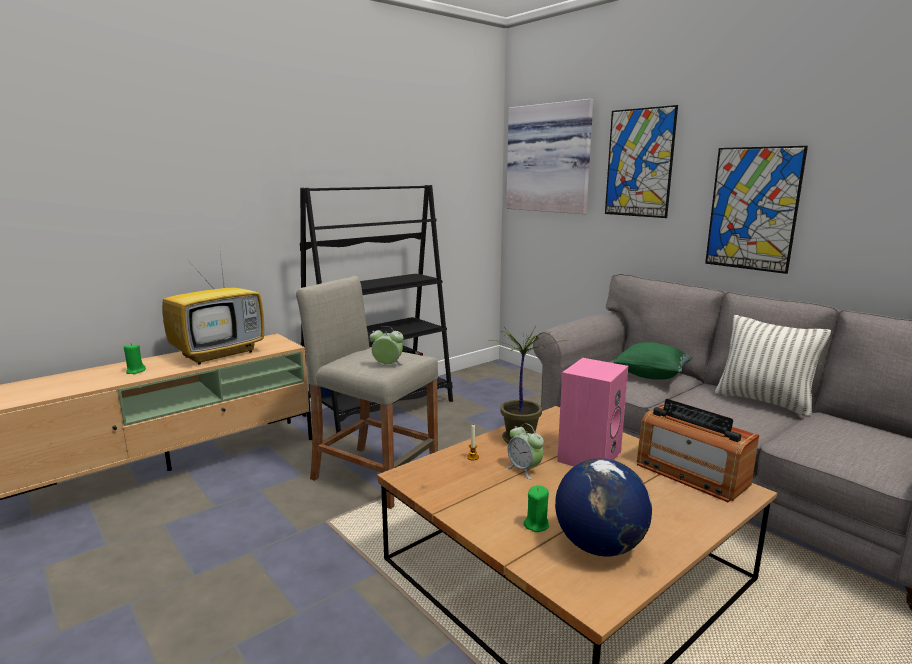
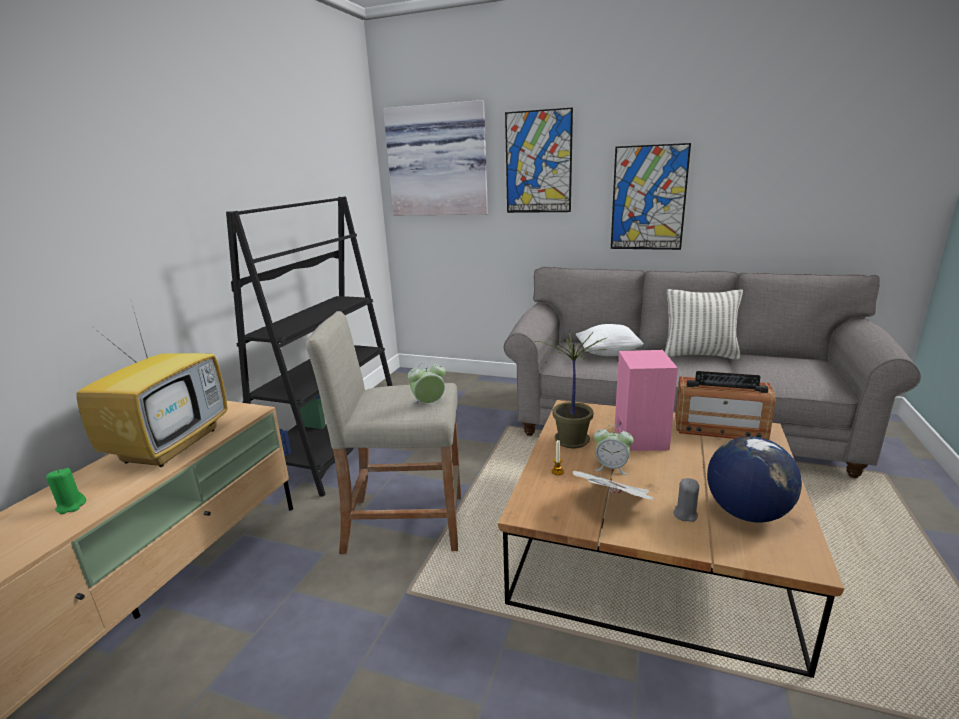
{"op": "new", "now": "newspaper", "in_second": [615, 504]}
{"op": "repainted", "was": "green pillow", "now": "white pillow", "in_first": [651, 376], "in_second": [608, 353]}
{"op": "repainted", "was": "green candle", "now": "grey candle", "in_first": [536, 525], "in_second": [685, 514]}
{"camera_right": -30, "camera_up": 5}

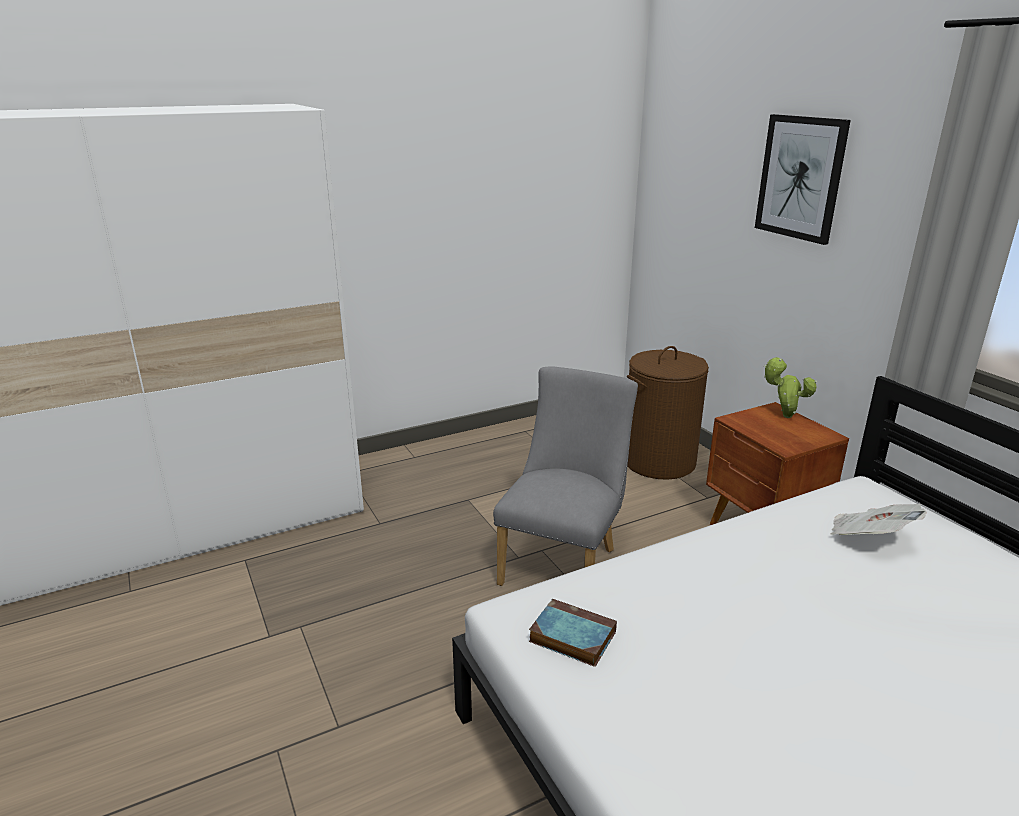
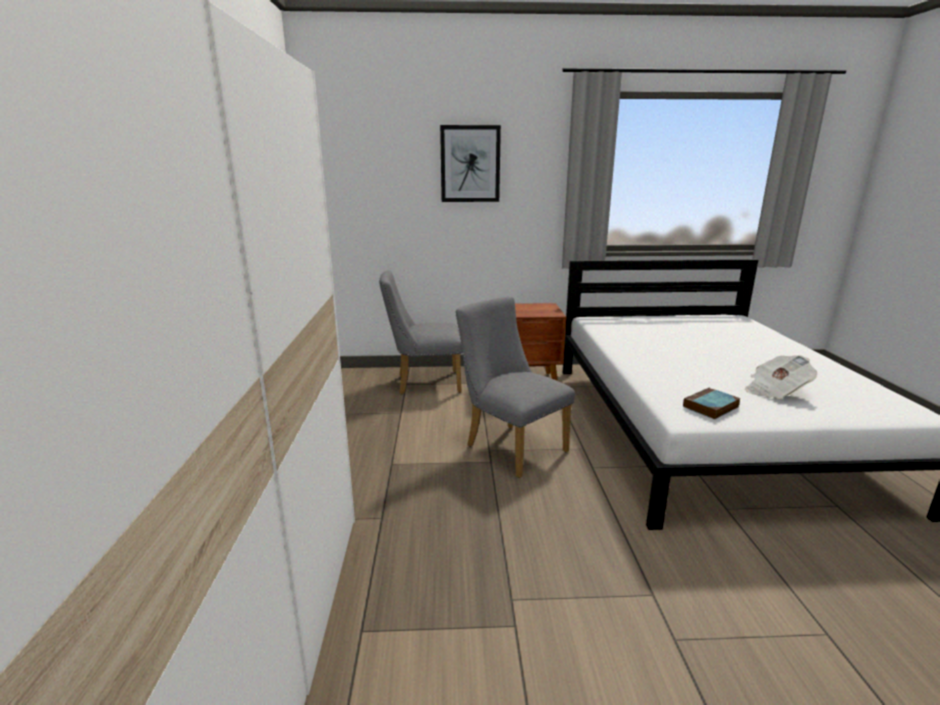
{"op": "swapped", "was": "brown laundry basket", "now": "grey chair", "in_first": [659, 461], "in_second": [423, 383]}
{"op": "shifted", "was": "newspaper", "in_first": [869, 537], "in_second": [775, 391]}
{"op": "gone", "was": "potted plant", "in_first": [784, 416]}
{"camera_right": -65, "camera_up": -5}

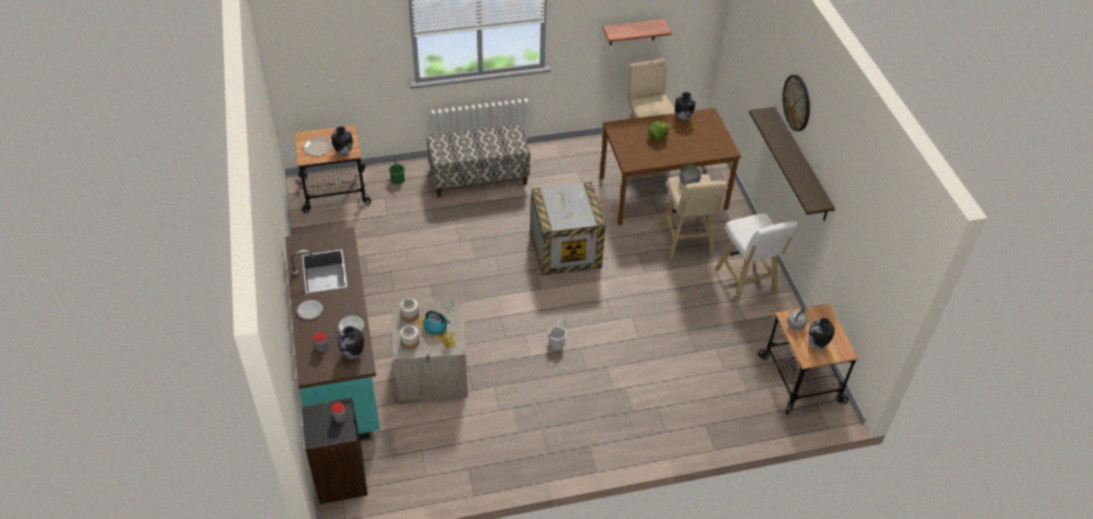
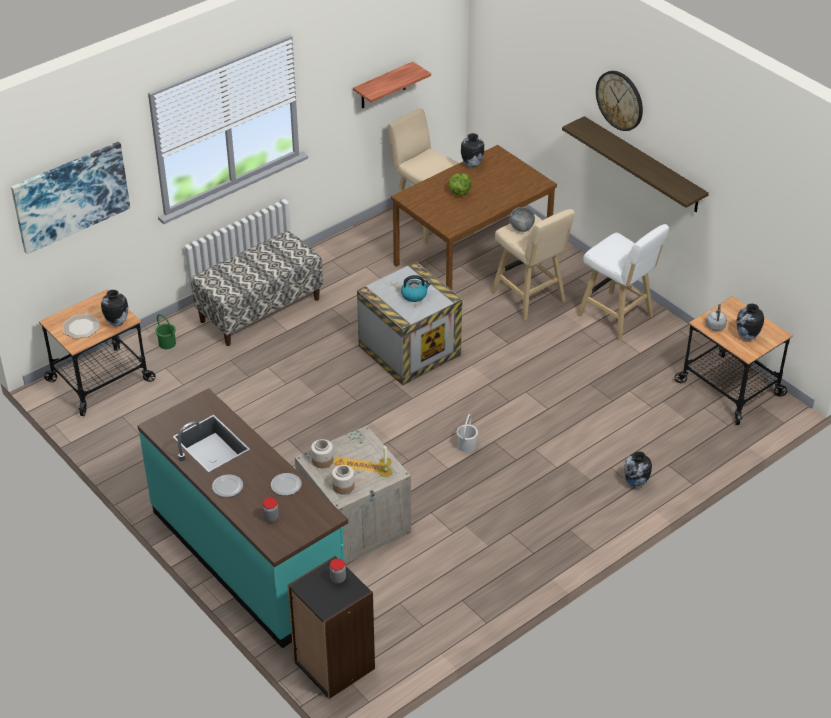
{"op": "new", "now": "picture", "in_second": [71, 196]}
{"op": "shifted", "was": "kettle", "in_first": [436, 327], "in_second": [414, 295]}
{"op": "shifted", "was": "vase", "in_first": [353, 354], "in_second": [635, 484]}
{"camera_right": -25, "camera_up": -5}

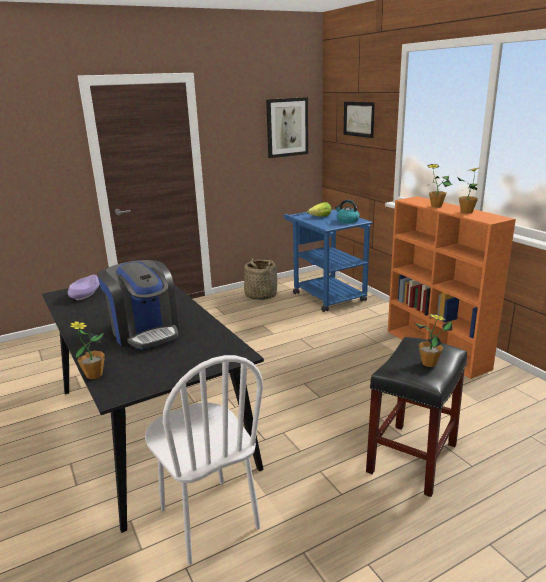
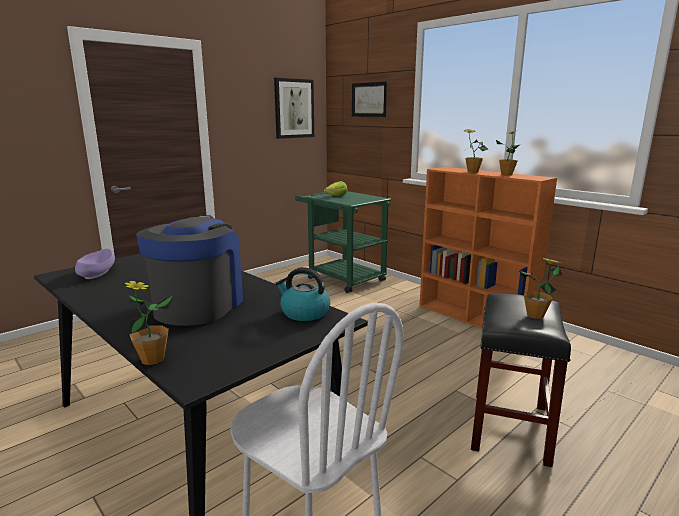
{"op": "rotated", "was": "coffee machine", "in_first": [145, 331], "in_second": [199, 305], "clockwise": -120}
{"op": "shifted", "was": "kettle", "in_first": [347, 221], "in_second": [304, 313]}
{"op": "repainted", "was": "blue cart", "now": "green cart", "in_first": [325, 295], "in_second": [341, 277]}
{"op": "gone", "was": "basket", "in_first": [260, 295]}
{"camera_right": -15, "camera_up": -5}

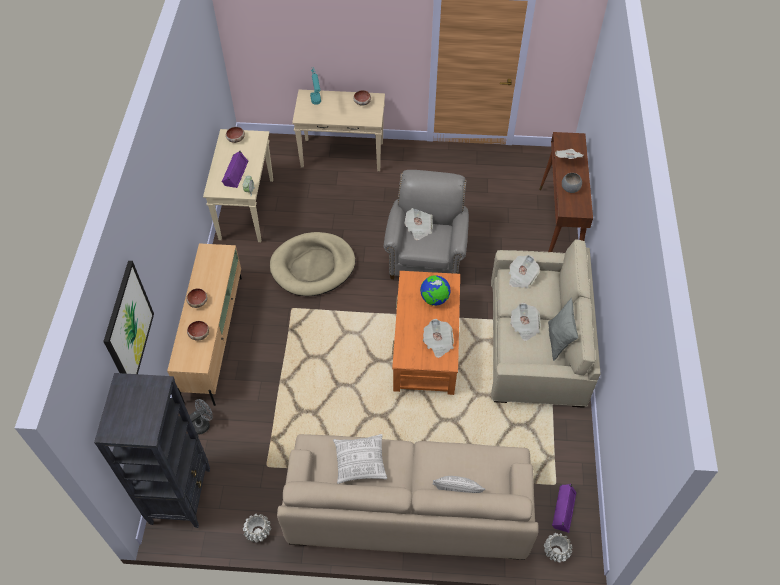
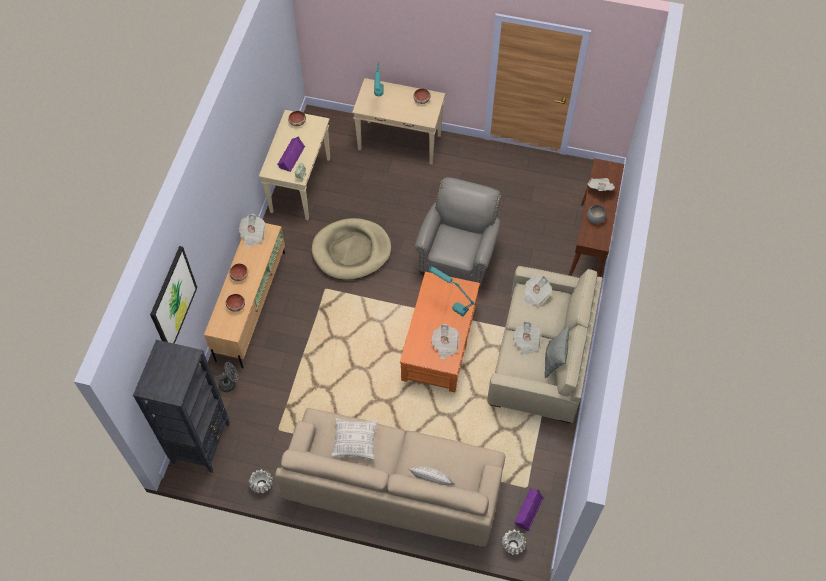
{"op": "shifted", "was": "newspaper", "in_first": [418, 228], "in_second": [252, 235]}
{"op": "swapped", "was": "globe", "now": "turquoise table lamp", "in_first": [434, 299], "in_second": [451, 303]}
{"camera_right": 10, "camera_up": 5}

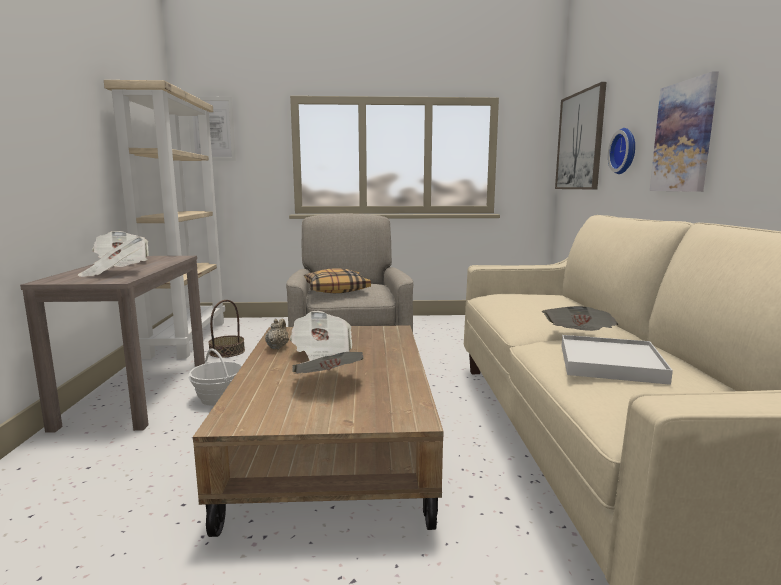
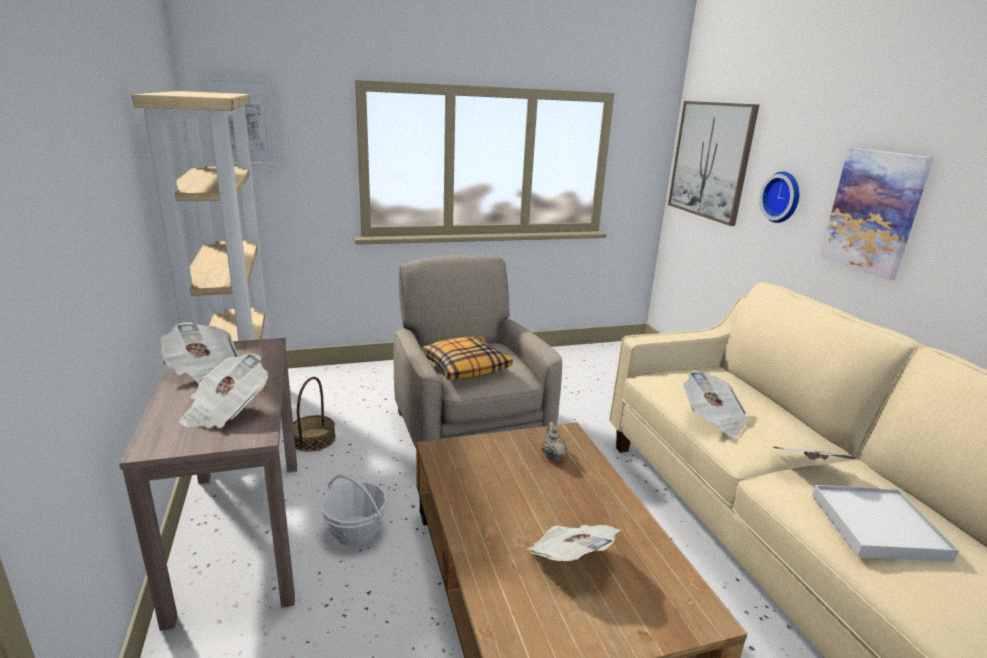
{"op": "shifted", "was": "beige teapot", "in_first": [277, 347], "in_second": [552, 455]}
{"op": "shifted", "was": "newspaper", "in_first": [322, 355], "in_second": [713, 419]}
{"camera_right": -15, "camera_up": 10}

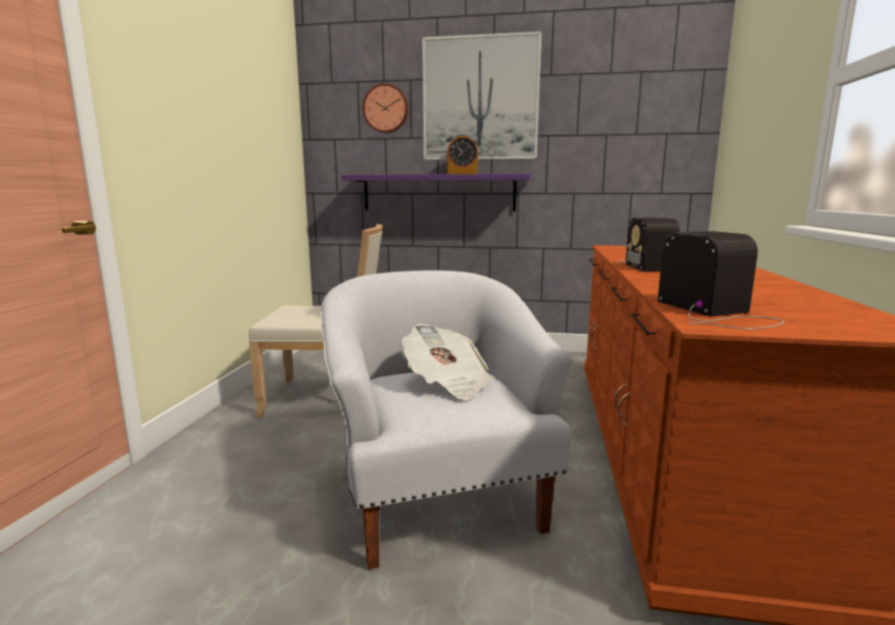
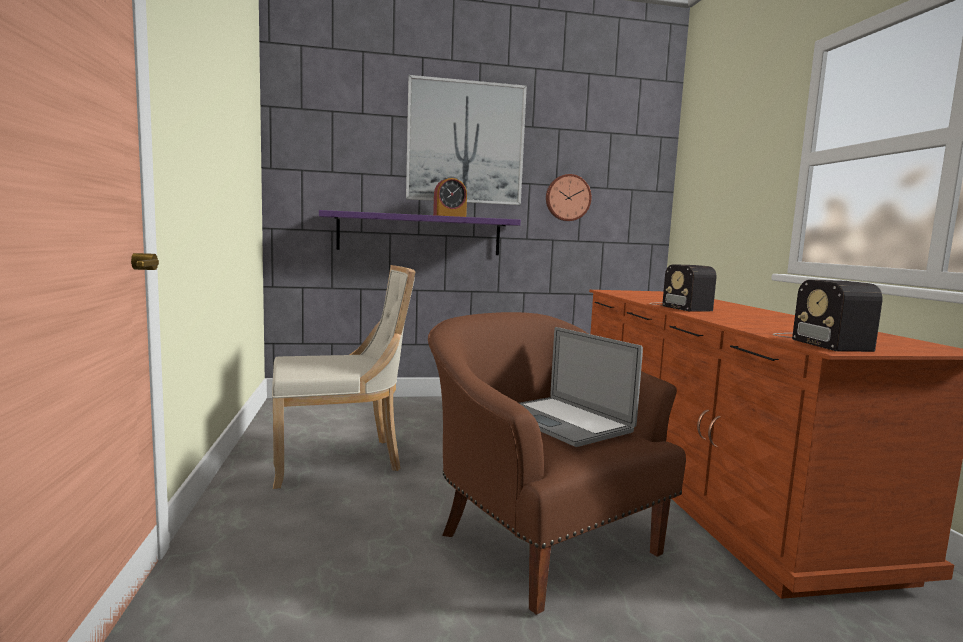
{"op": "repainted", "was": "white armchair", "now": "brown armchair", "in_first": [439, 496], "in_second": [542, 539]}
{"op": "swapped", "was": "newspaper", "now": "laptop", "in_first": [447, 383], "in_second": [562, 421]}
{"op": "shifted", "was": "wall clock", "in_first": [386, 109], "in_second": [567, 198]}
{"op": "rotated", "was": "radio", "in_first": [717, 313], "in_second": [819, 341], "clockwise": -150}
{"camera_right": -20, "camera_up": -5}

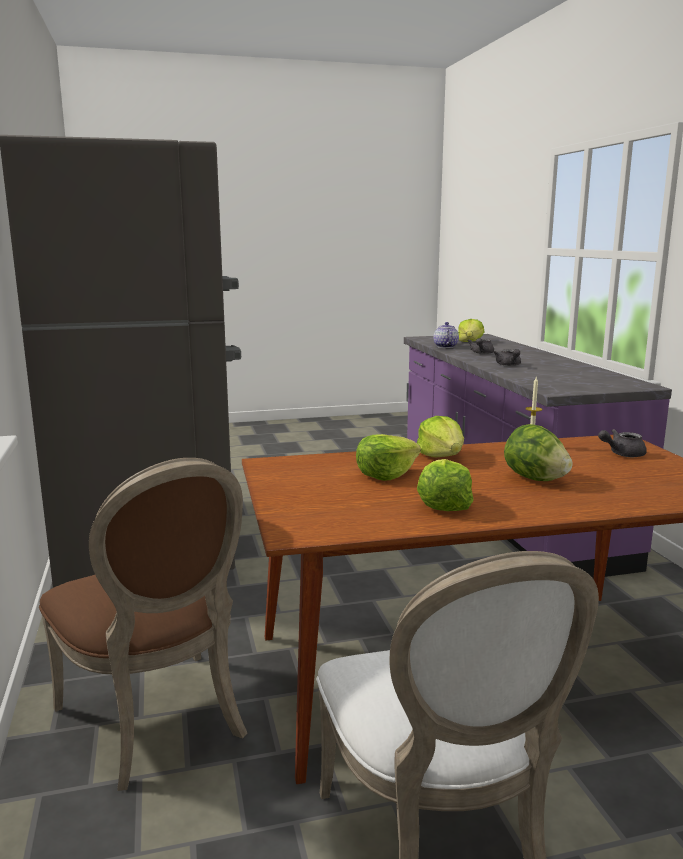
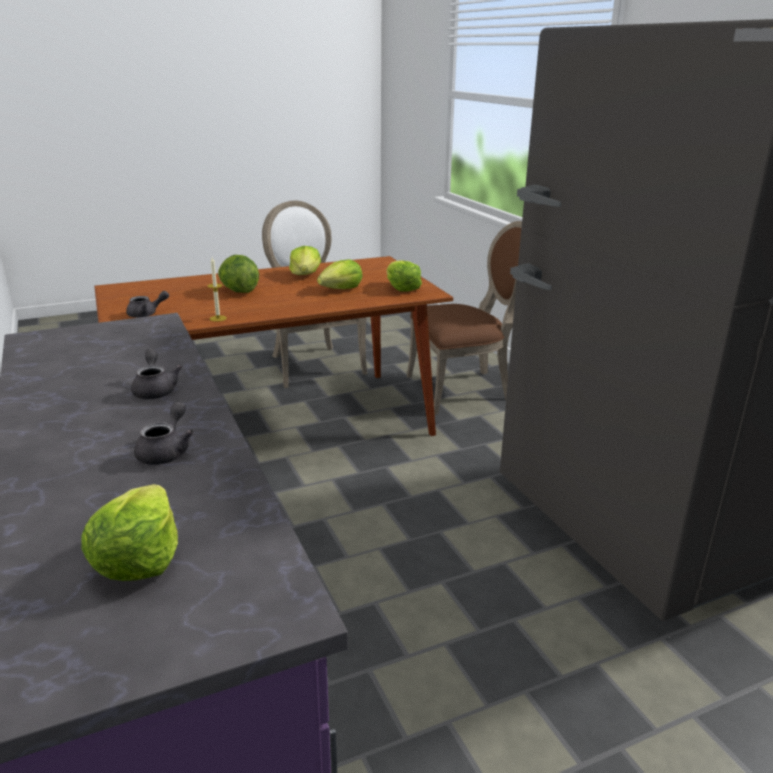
{"op": "shifted", "was": "lettuce", "in_first": [442, 456], "in_second": [401, 288]}
{"op": "rotated", "was": "brown chair", "in_first": [159, 722], "in_second": [463, 389], "clockwise": 120}
{"op": "gone", "was": "teapot", "in_first": [445, 346]}
{"camera_right": 170, "camera_up": 10}

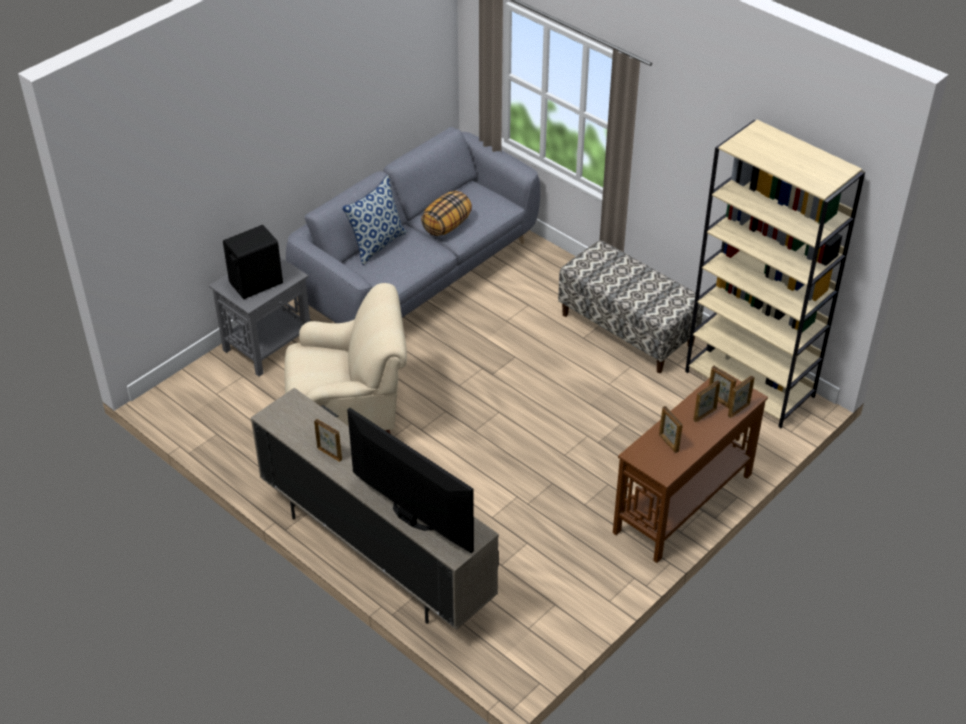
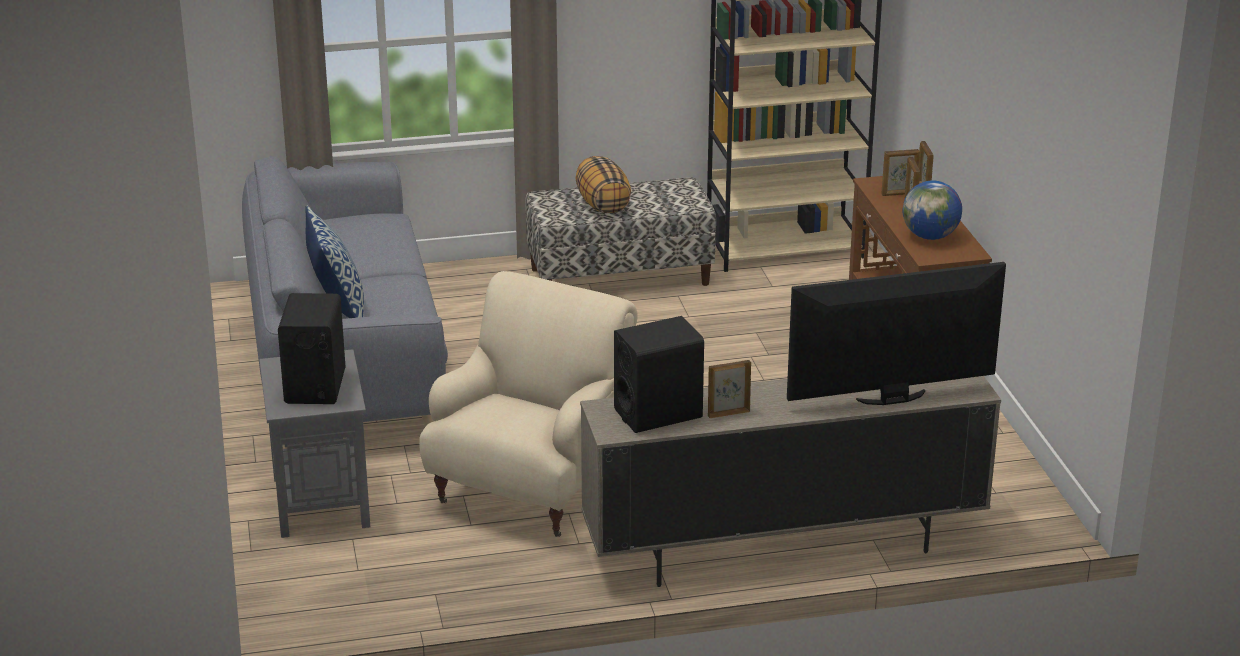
{"op": "shifted", "was": "pillow", "in_first": [446, 226], "in_second": [602, 205]}
{"op": "new", "now": "black speaker", "in_second": [658, 413]}
{"op": "swapped", "was": "picture frame", "now": "globe", "in_first": [668, 443], "in_second": [930, 236]}
{"camera_right": -55, "camera_up": -15}

